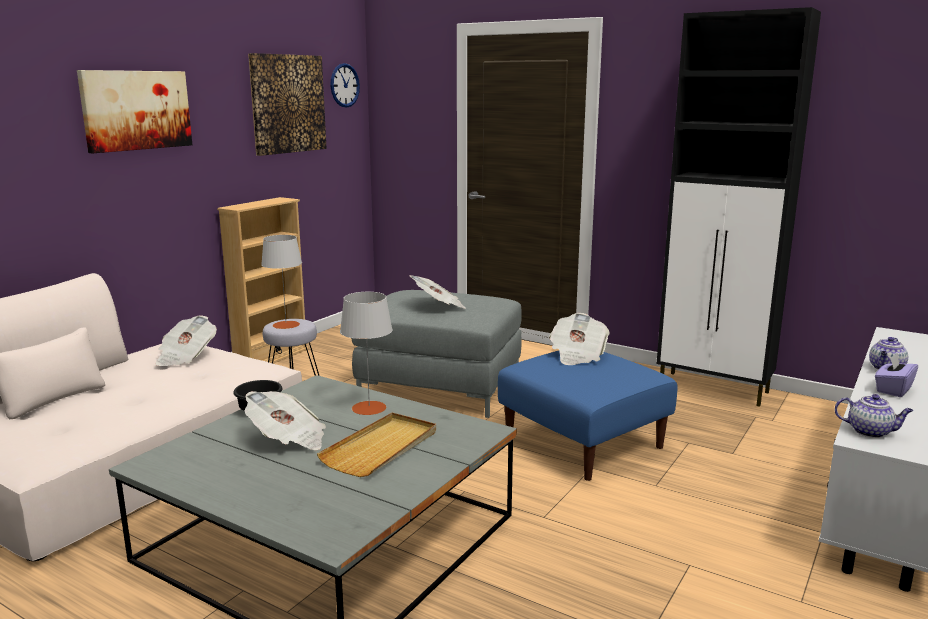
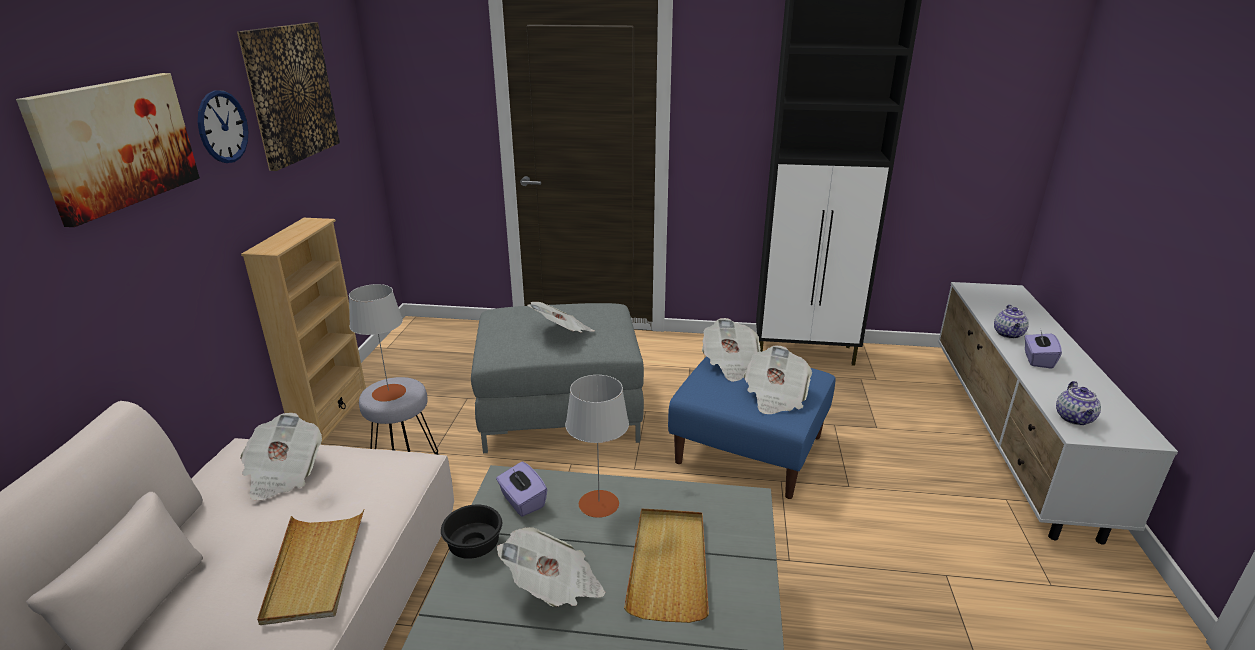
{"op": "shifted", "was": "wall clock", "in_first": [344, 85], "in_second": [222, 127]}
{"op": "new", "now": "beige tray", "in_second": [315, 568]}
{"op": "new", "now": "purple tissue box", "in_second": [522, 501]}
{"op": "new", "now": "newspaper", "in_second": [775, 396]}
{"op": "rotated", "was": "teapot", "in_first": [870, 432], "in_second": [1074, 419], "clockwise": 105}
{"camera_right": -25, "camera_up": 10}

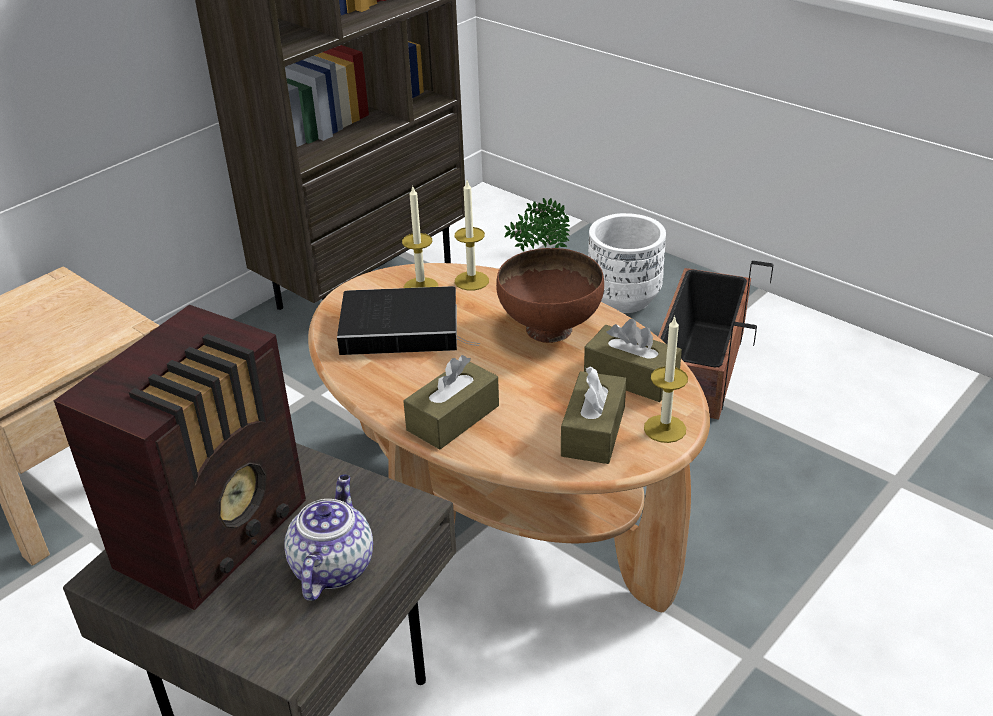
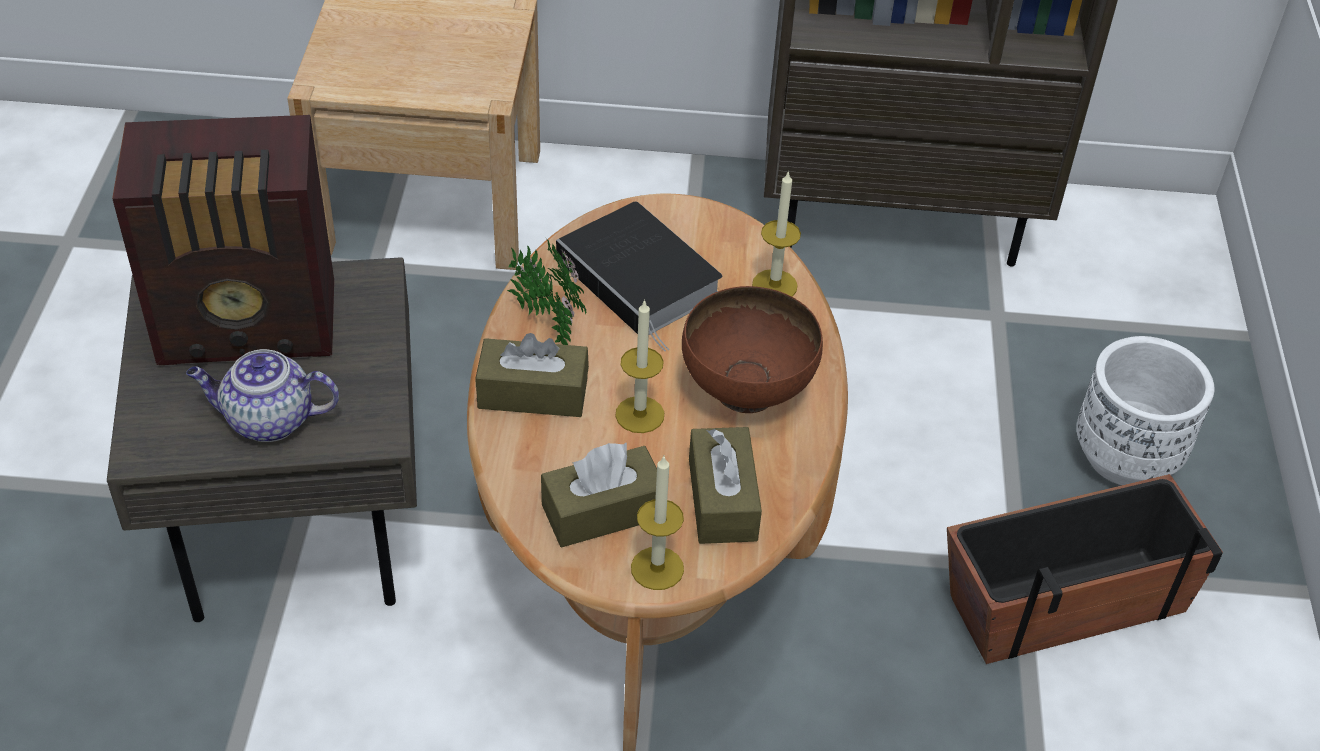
{"op": "rotated", "was": "teapot", "in_first": [332, 566], "in_second": [267, 420], "clockwise": -150}
{"op": "shifted", "was": "potted plant", "in_first": [538, 249], "in_second": [547, 322]}
{"op": "shifted", "was": "candle", "in_first": [421, 287], "in_second": [639, 414]}
{"camera_right": 50, "camera_up": 10}

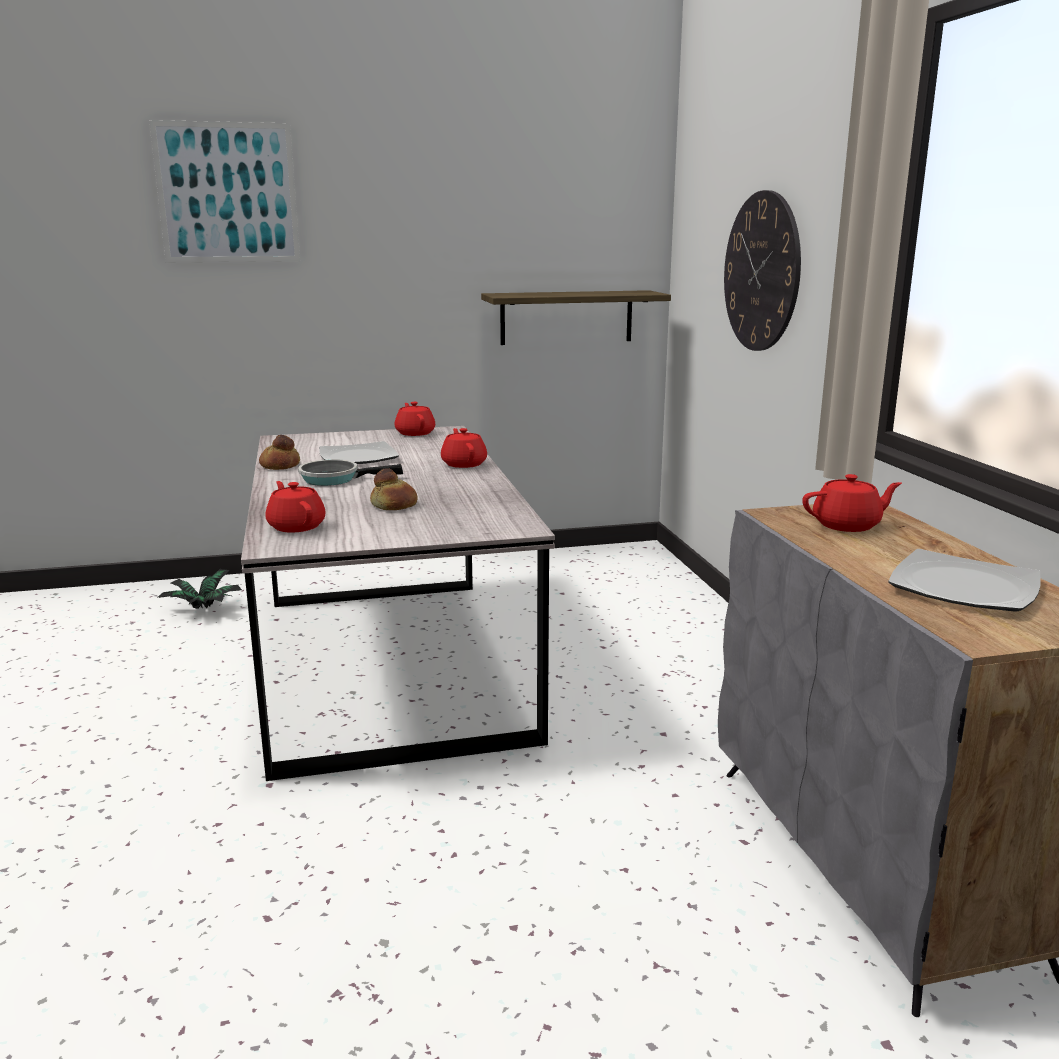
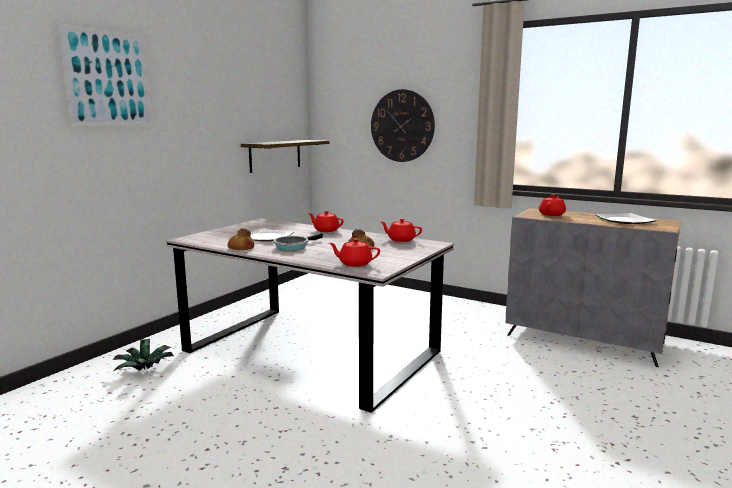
{"op": "shifted", "was": "red teapot", "in_first": [415, 433], "in_second": [401, 240]}
{"camera_right": -45, "camera_up": -5}

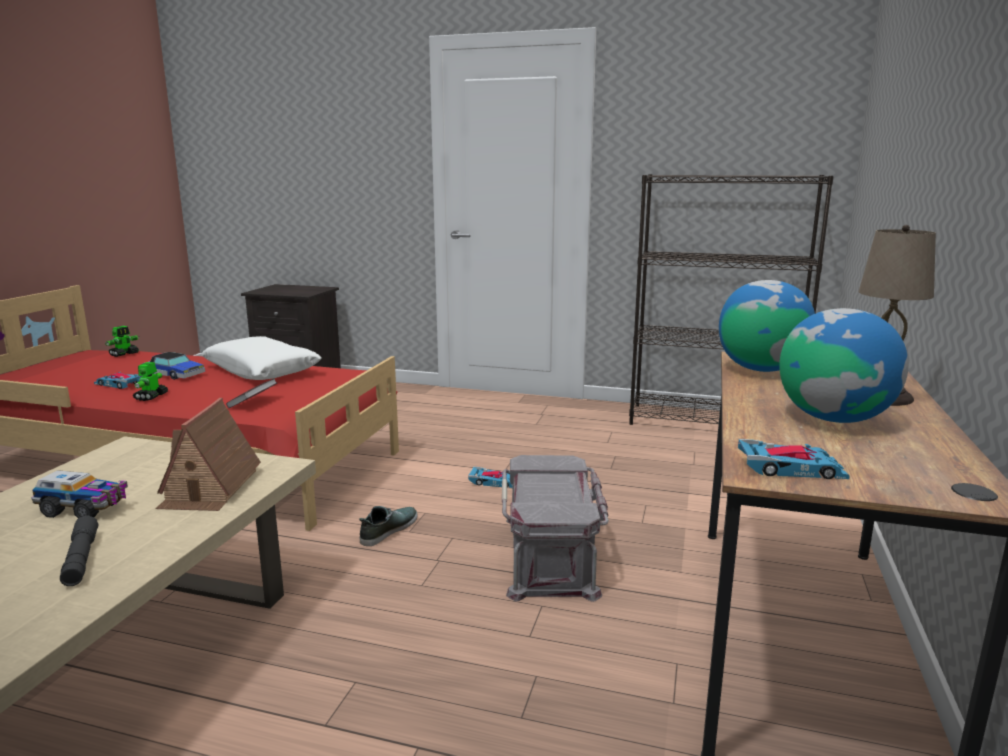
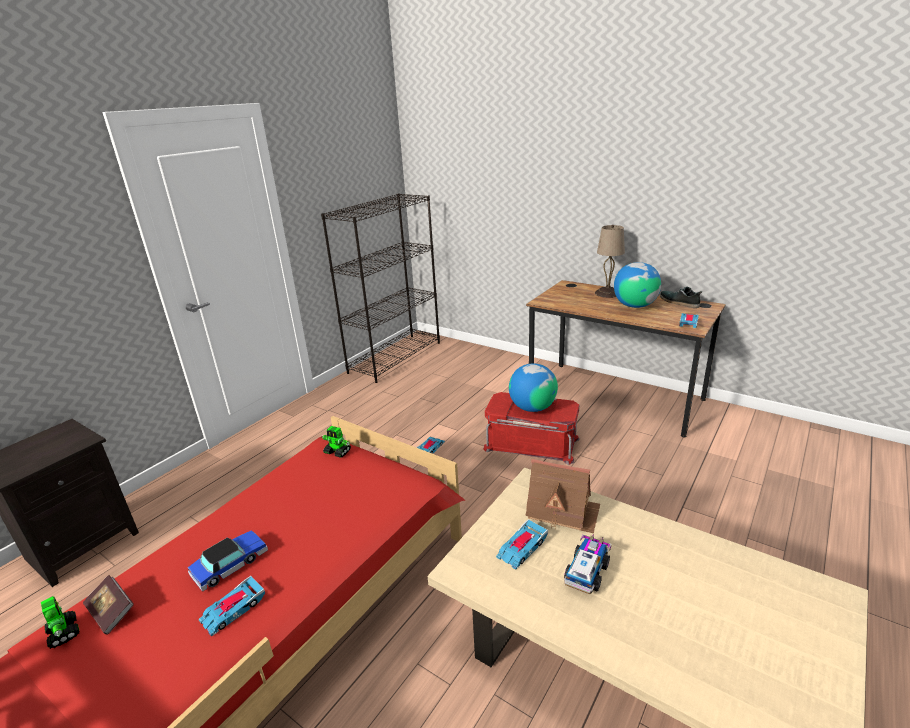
{"op": "shifted", "was": "book", "in_first": [253, 403], "in_second": [112, 612]}
{"op": "shifted", "was": "toy robot", "in_first": [151, 397], "in_second": [337, 452]}
{"op": "repainted", "was": "grey storage box", "now": "red storage box", "in_first": [552, 555], "in_second": [532, 443]}
{"op": "new", "now": "toy car", "in_second": [522, 548]}
{"op": "shifted", "was": "globe", "in_first": [761, 369], "in_second": [532, 407]}
{"op": "shifted", "was": "shoe", "in_first": [388, 530], "in_second": [678, 302]}
{"op": "gone", "was": "grey flashlight", "in_first": [81, 559]}
{"op": "gone", "was": "white pillow", "in_first": [262, 370]}
{"camera_right": -70, "camera_up": 10}

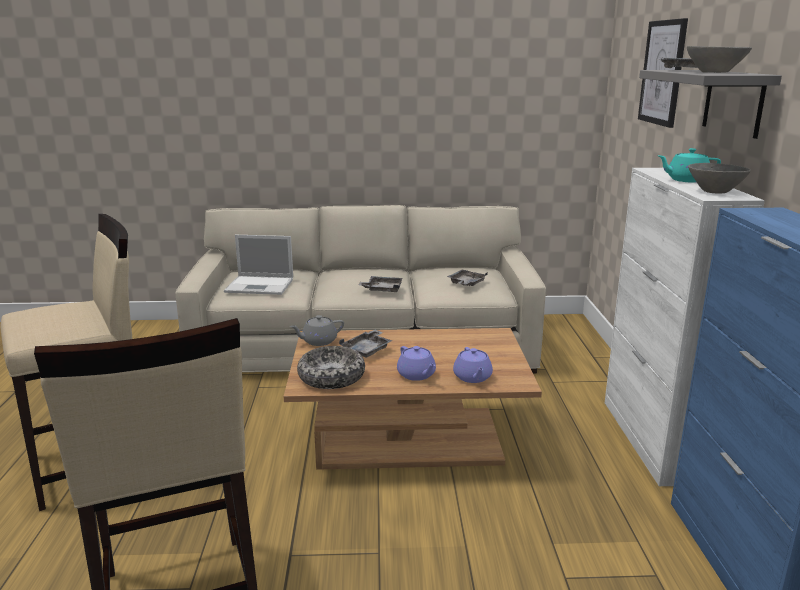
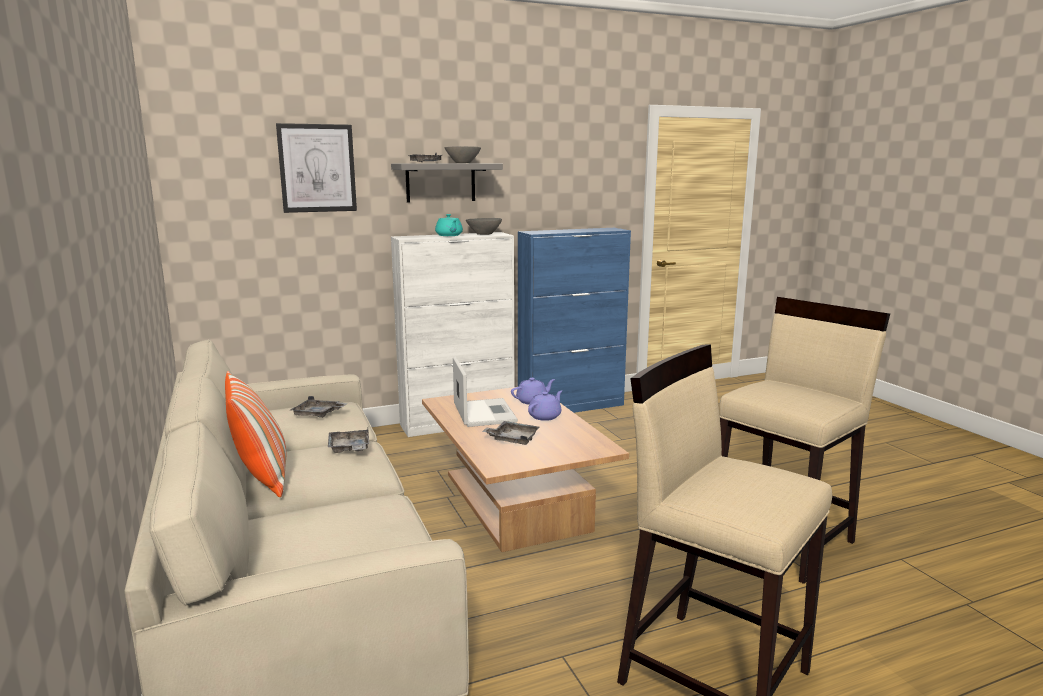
{"op": "new", "now": "pillow", "in_second": [261, 477]}
{"op": "shifted", "was": "laptop", "in_first": [261, 286], "in_second": [483, 413]}
{"op": "gone", "was": "grey teapot", "in_first": [318, 341]}
{"op": "gone", "was": "bowl", "in_first": [331, 377]}
{"camera_right": -110, "camera_up": -5}

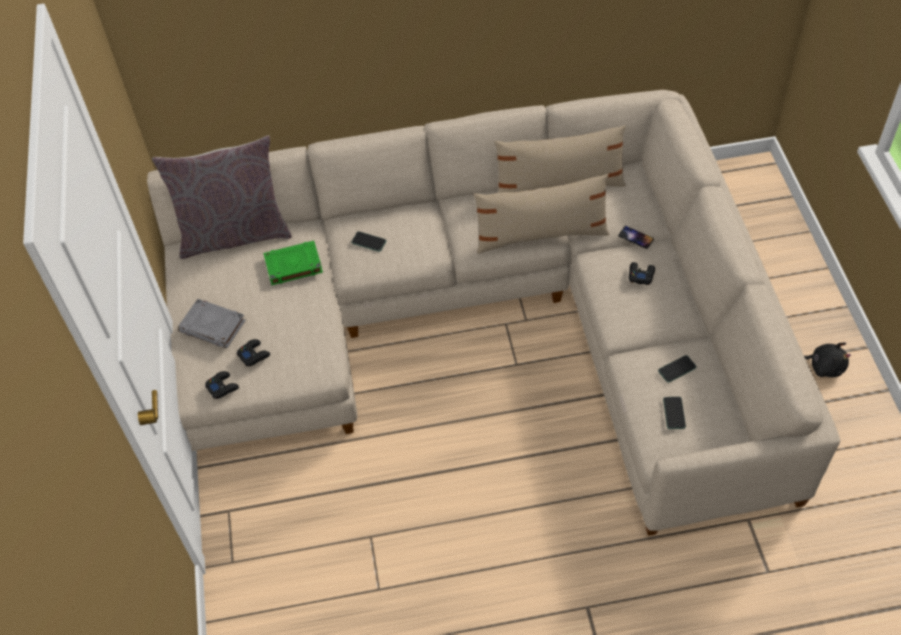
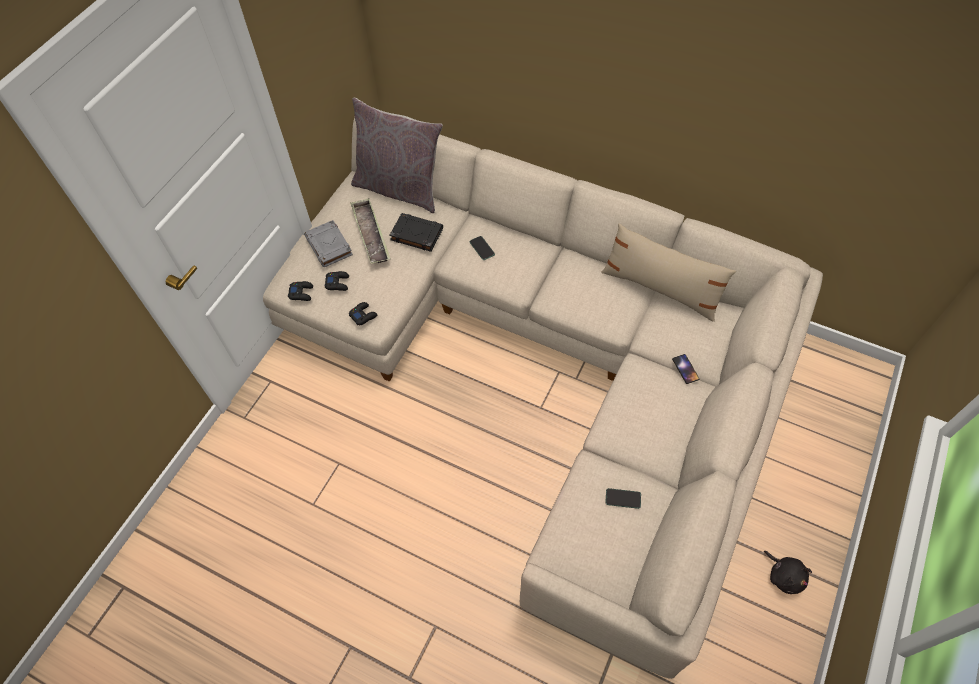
{"op": "shifted", "was": "black game controller", "in_first": [640, 275], "in_second": [363, 315]}
{"op": "new", "now": "tray", "in_second": [371, 234]}
{"op": "repainted", "was": "green book", "now": "black book", "in_first": [293, 265], "in_second": [416, 234]}
{"op": "gone", "was": "beige pillow", "in_first": [541, 235]}
{"op": "gone", "was": "phone", "in_first": [674, 413]}
{"camera_right": 35, "camera_up": 5}

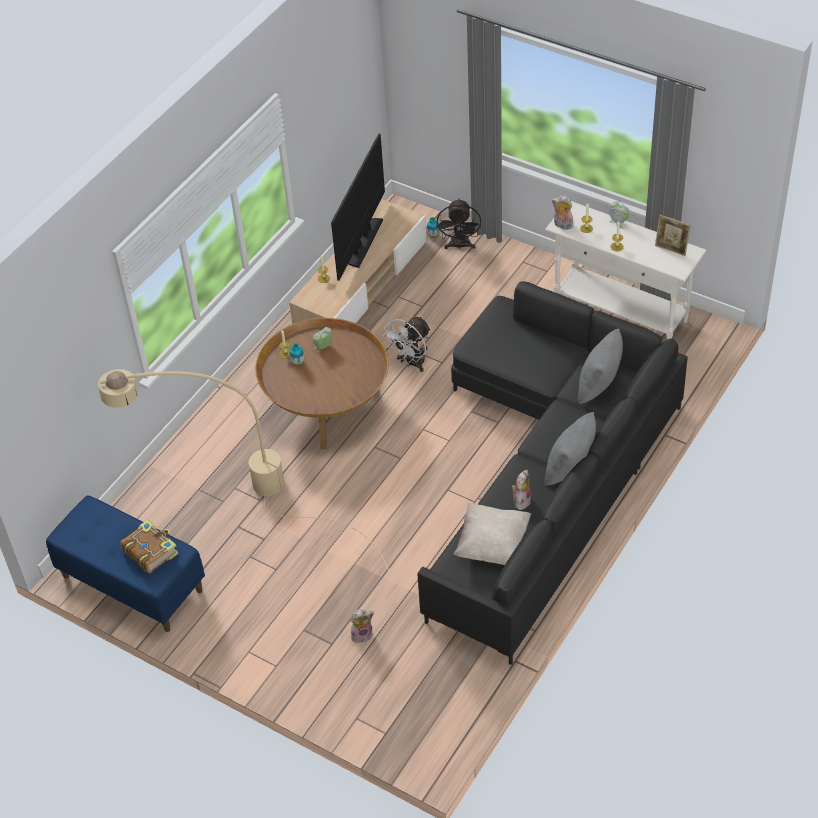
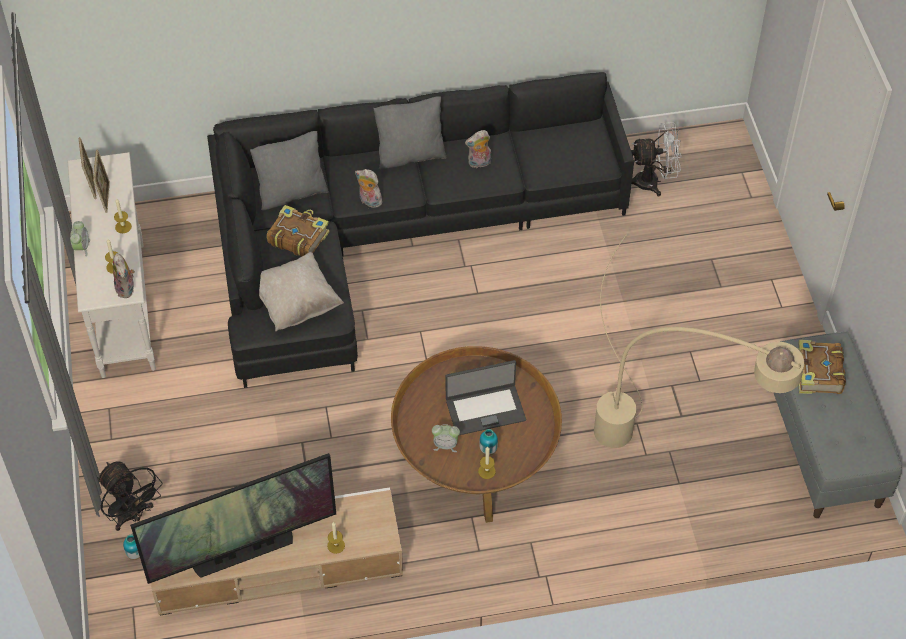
{"op": "new", "now": "picture frame", "in_second": [105, 197]}
{"op": "rotated", "was": "black fan", "in_first": [459, 246], "in_second": [132, 515], "clockwise": 90}
{"op": "shifted", "was": "beige pillow", "in_first": [492, 545], "in_second": [296, 303]}
{"op": "new", "now": "book", "in_second": [298, 237]}
{"op": "shifted", "was": "plush toy", "in_first": [362, 634], "in_second": [369, 201]}
{"op": "new", "now": "laptop", "in_second": [485, 409]}
{"op": "shifted", "was": "white fan", "in_first": [411, 363], "in_second": [653, 182]}
{"op": "repainted", "was": "blue bench", "now": "grey bench", "in_first": [131, 583], "in_second": [824, 446]}
{"camera_right": -135, "camera_up": 5}

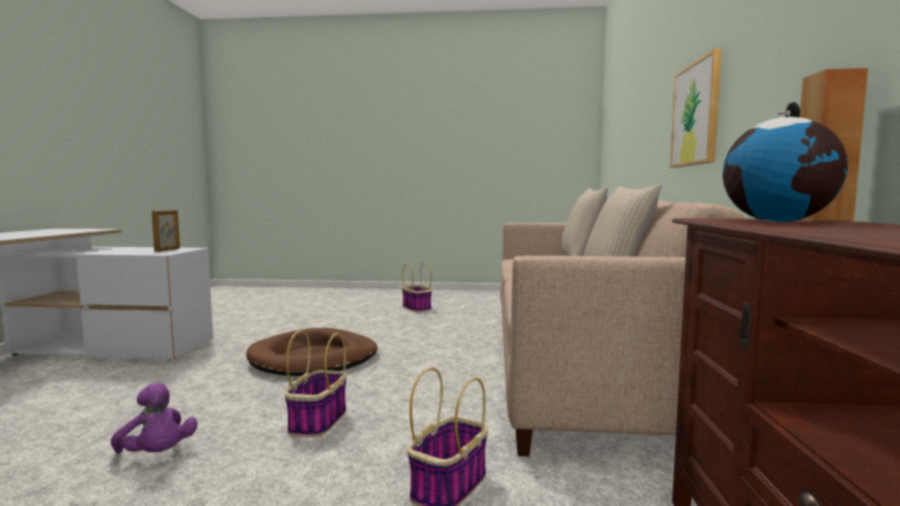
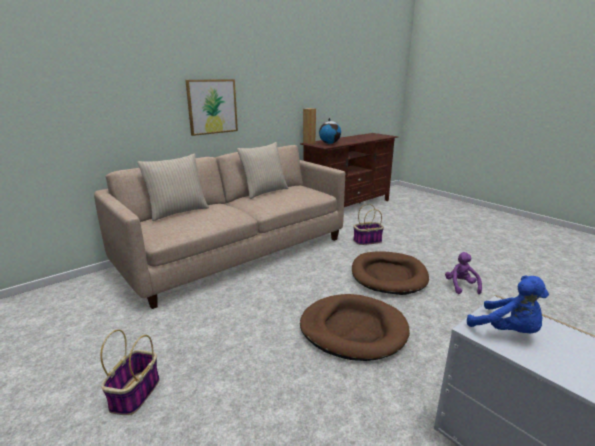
{"op": "swapped", "was": "basket", "now": "brown dog bed", "in_first": [318, 422], "in_second": [388, 275]}
{"op": "swapped", "was": "picture frame", "now": "blue plush toy", "in_first": [167, 250], "in_second": [507, 331]}
{"camera_right": -135, "camera_up": 15}

